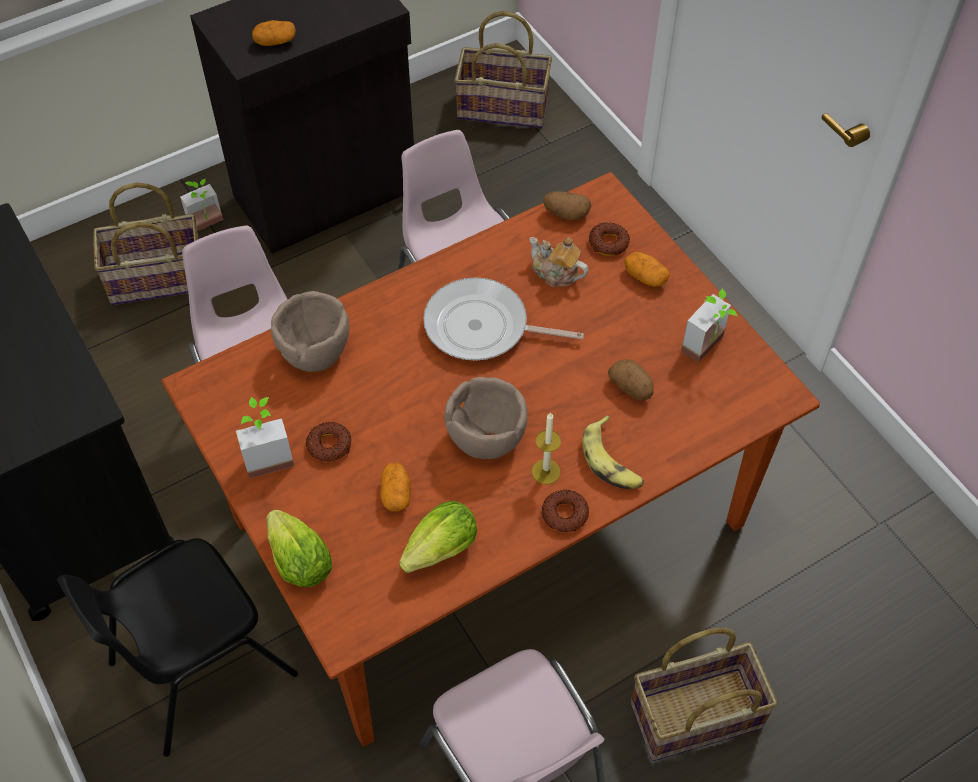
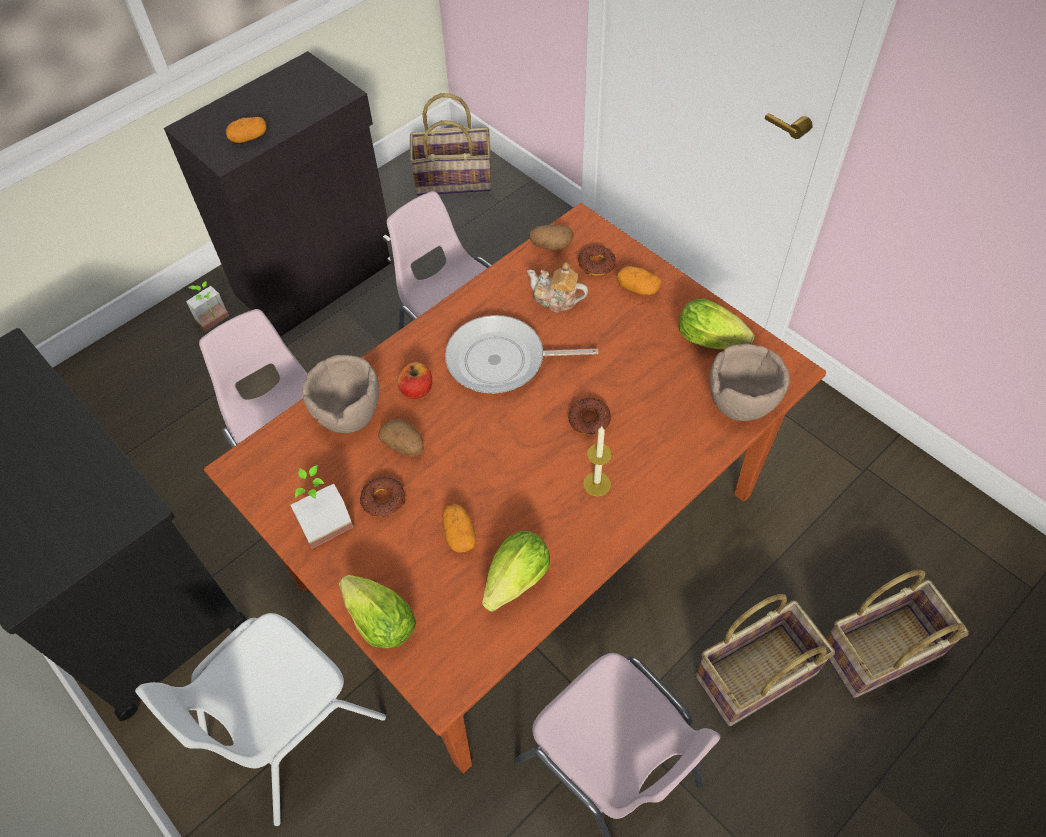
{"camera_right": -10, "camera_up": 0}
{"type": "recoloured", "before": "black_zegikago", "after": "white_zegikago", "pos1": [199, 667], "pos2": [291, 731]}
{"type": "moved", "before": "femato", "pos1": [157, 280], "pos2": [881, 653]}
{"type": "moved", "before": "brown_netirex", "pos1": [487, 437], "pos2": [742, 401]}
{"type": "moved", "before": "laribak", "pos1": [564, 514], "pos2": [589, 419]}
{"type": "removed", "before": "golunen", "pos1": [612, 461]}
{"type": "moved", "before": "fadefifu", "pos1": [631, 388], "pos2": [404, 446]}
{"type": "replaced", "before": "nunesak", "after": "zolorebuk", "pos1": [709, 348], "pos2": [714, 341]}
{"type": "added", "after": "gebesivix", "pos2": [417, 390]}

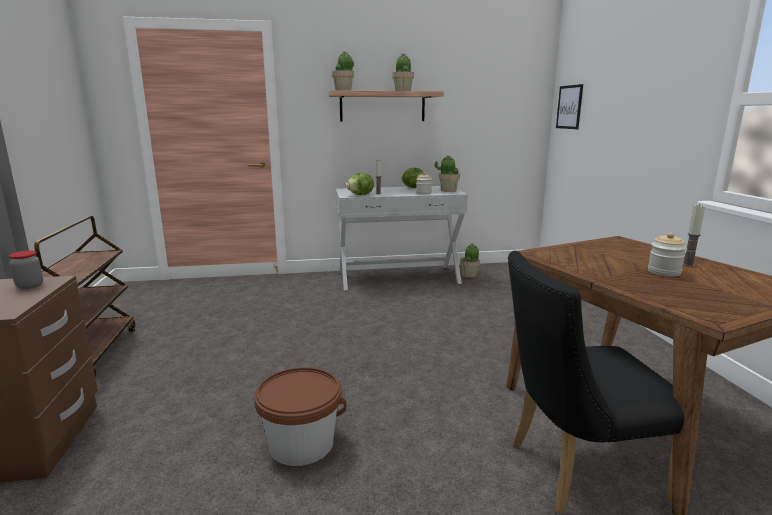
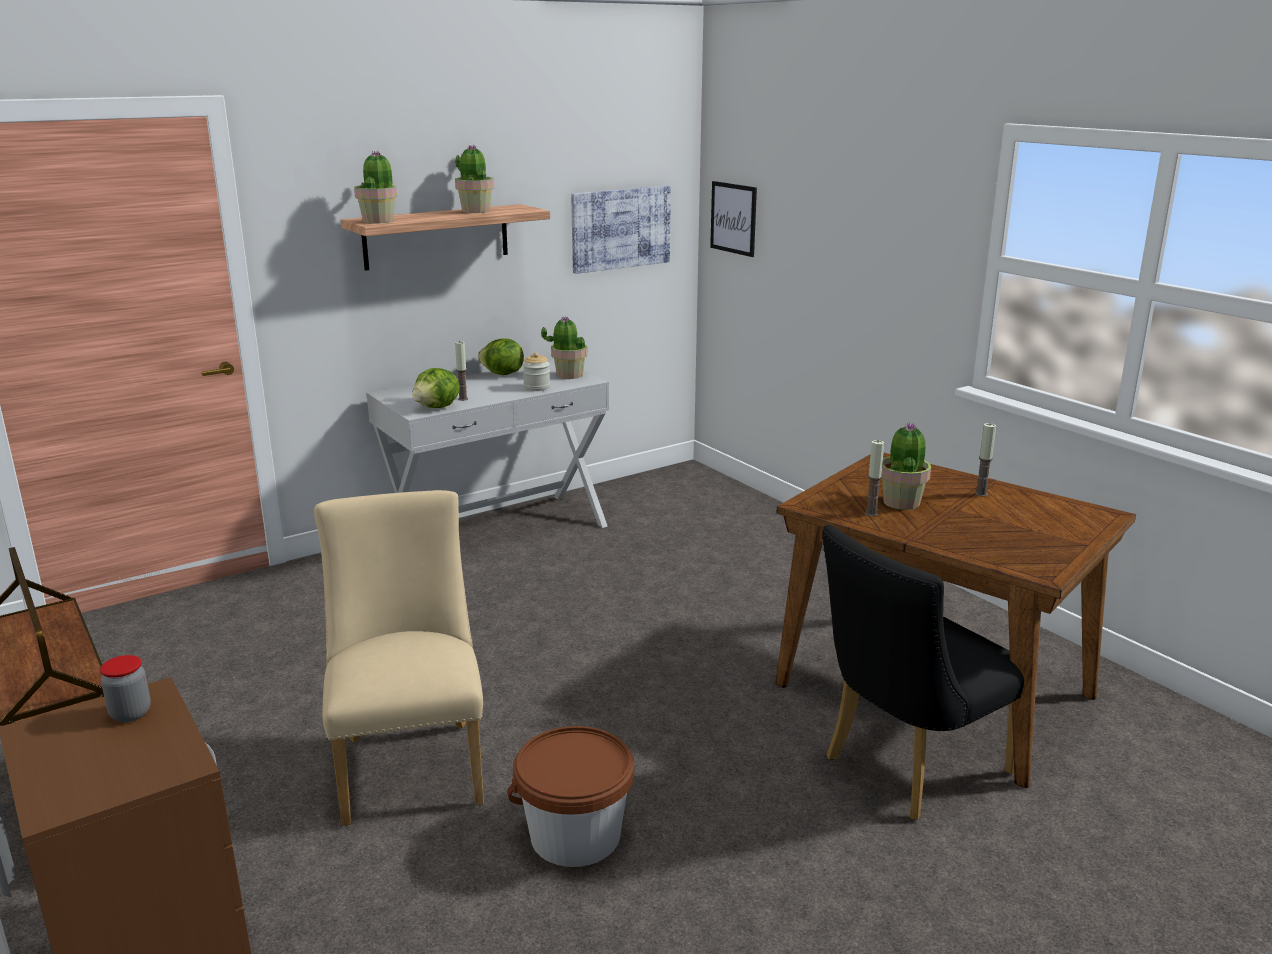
{"camera_right": -25, "camera_up": 5}
{"type": "moved", "before": "nunesak", "pos1": [469, 275], "pos2": [901, 502]}
{"type": "removed", "before": "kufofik", "pos1": [664, 272]}
{"type": "added", "after": "beige_zegikago", "pos2": [411, 763]}
{"type": "added", "after": "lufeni", "pos2": [620, 228]}
{"type": "added", "after": "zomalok", "pos2": [871, 513]}

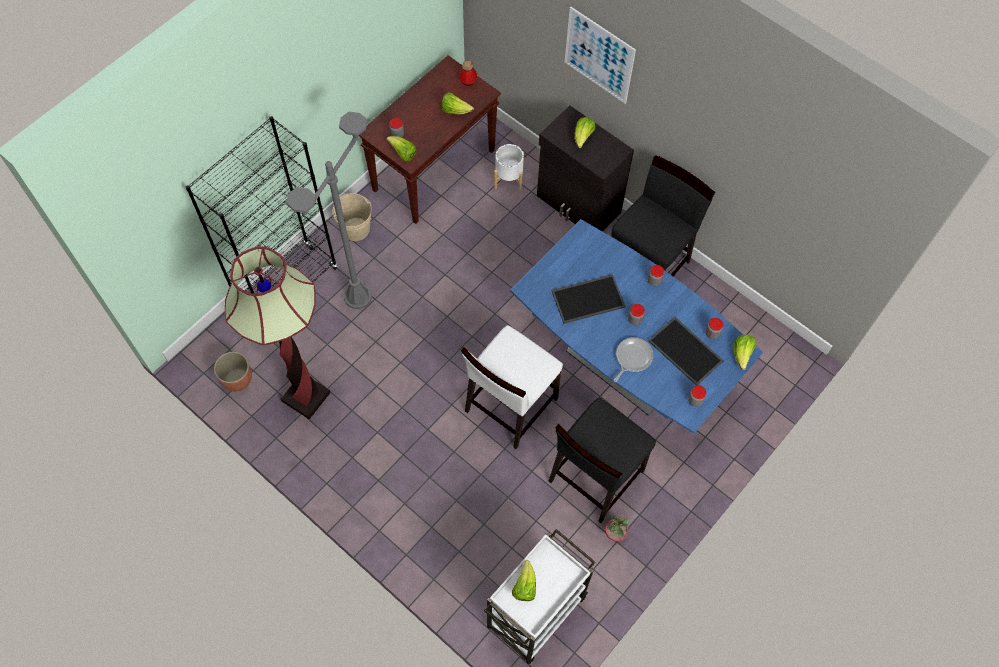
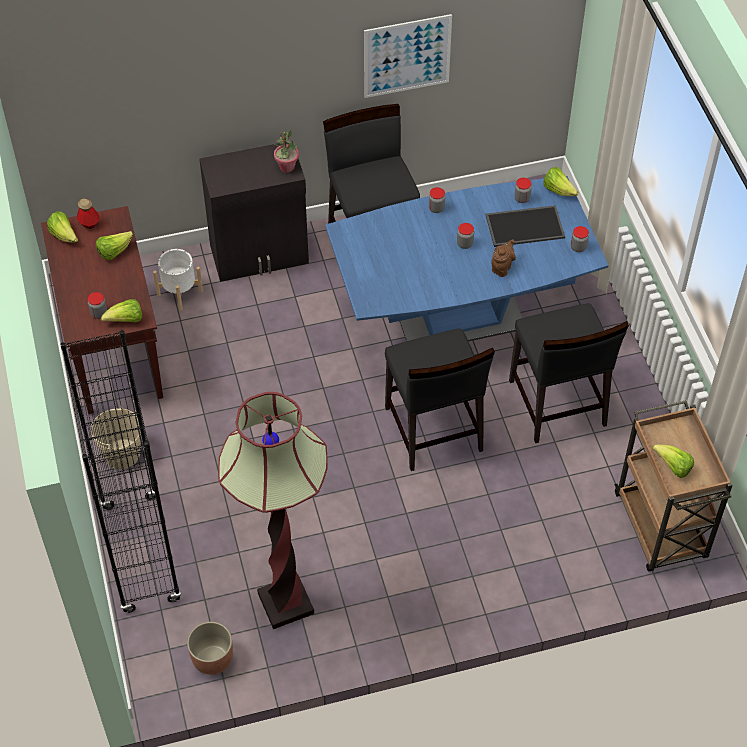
{"camera_right": -55, "camera_up": -10}
{"type": "removed", "before": "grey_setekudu", "pos1": [357, 297]}
{"type": "recoloured", "before": "white_zegikago", "after": "black_zegikago", "pos1": [510, 405], "pos2": [433, 430]}
{"type": "recoloured", "before": "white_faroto", "after": "brown_faroto", "pos1": [535, 614], "pos2": [661, 528]}
{"type": "removed", "before": "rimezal", "pos1": [588, 298]}
{"type": "moved", "before": "lufeni", "pos1": [599, 55], "pos2": [407, 56]}
{"type": "moved", "before": "zolorebuk", "pos1": [583, 137], "pos2": [64, 235]}
{"type": "moved", "before": "nunesak", "pos1": [614, 534], "pos2": [286, 167]}
{"type": "replaced", "before": "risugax", "after": "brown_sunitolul", "pos1": [632, 358], "pos2": [502, 267]}

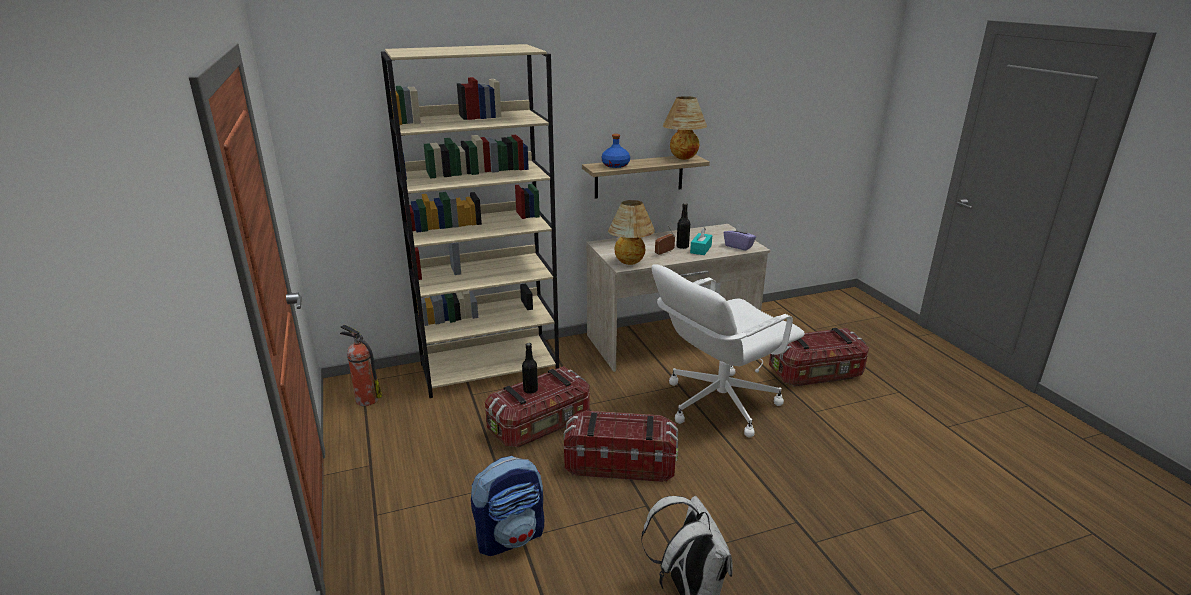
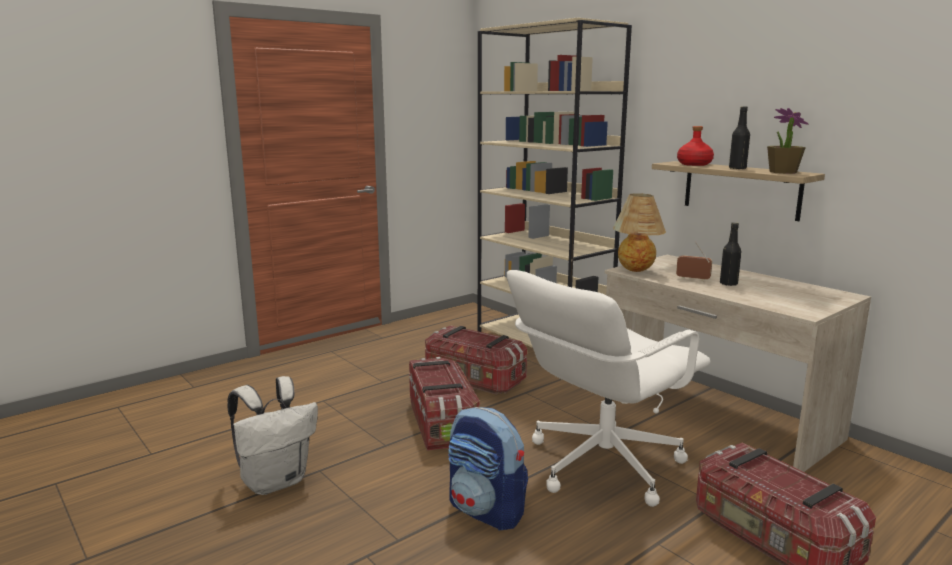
{"camera_right": 70, "camera_up": -10}
{"type": "removed", "before": "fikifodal", "pos1": [366, 399]}
{"type": "moved", "before": "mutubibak", "pos1": [511, 537], "pos2": [487, 511]}
{"type": "moved", "before": "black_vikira", "pos1": [530, 390], "pos2": [737, 168]}
{"type": "recoloured", "before": "blue_vikira", "after": "red_vikira", "pos1": [615, 165], "pos2": [694, 164]}
{"type": "turned", "before": "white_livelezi", "pos1": [718, 403], "pos2": [601, 464], "turn": -75}
{"type": "replaced", "before": "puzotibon", "after": "nunesak", "pos1": [682, 159], "pos2": [782, 172]}
{"type": "removed", "before": "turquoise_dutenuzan", "pos1": [700, 249]}
{"type": "removed", "before": "purple_dutenuzan", "pos1": [738, 246]}

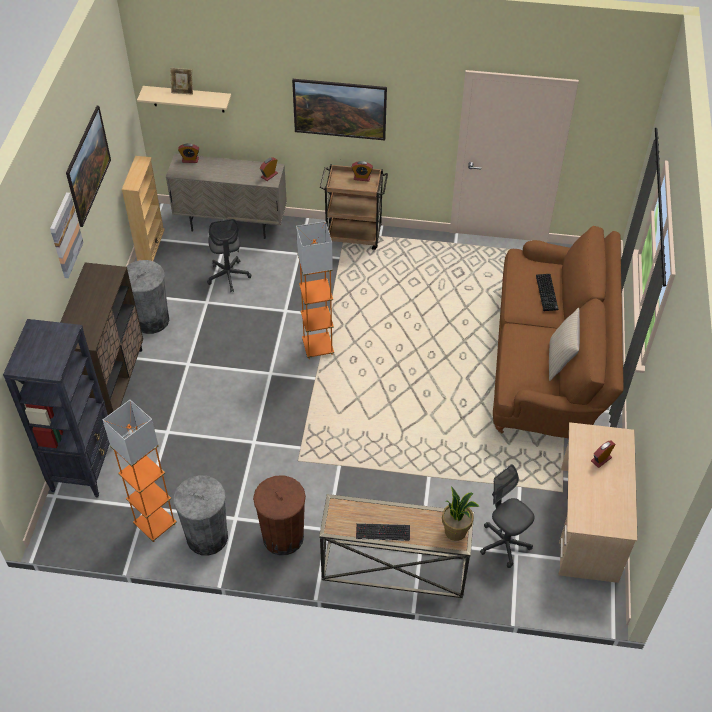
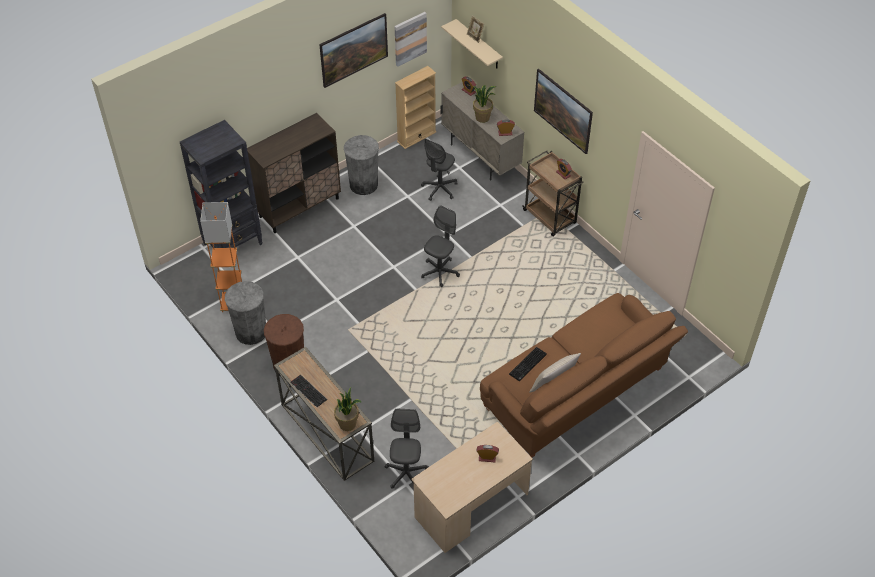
{"camera_right": 45, "camera_up": 0}
{"type": "moved", "before": "lufeni", "pos1": [65, 235], "pos2": [410, 38]}
{"type": "replaced", "before": "orange_setekudu", "after": "grey_livelezi", "pos1": [318, 347], "pos2": [440, 272]}
{"type": "moved", "before": "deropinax", "pos1": [547, 293], "pos2": [528, 365]}
{"type": "added", "after": "nunesak", "pos2": [482, 117]}

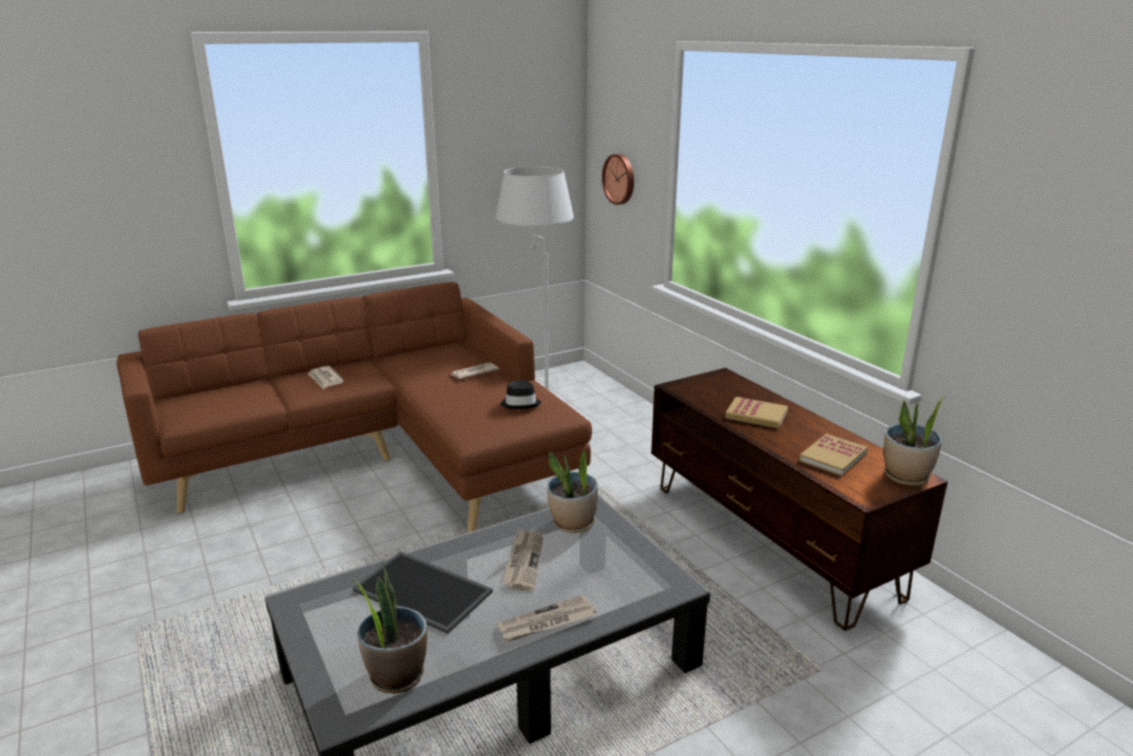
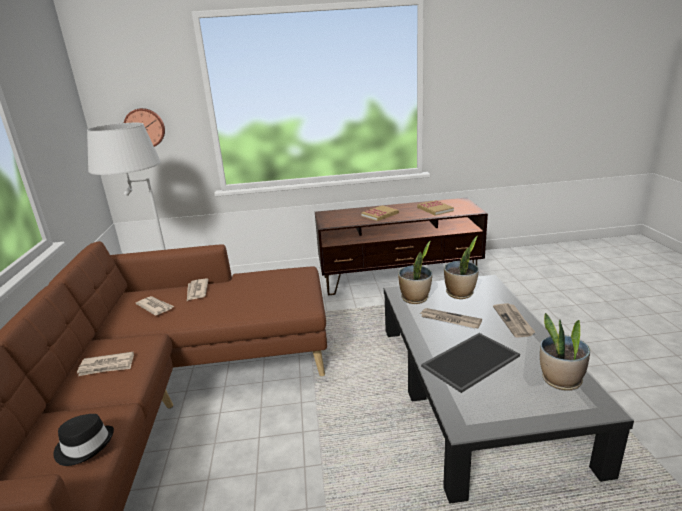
{"camera_right": -65, "camera_up": 0}
{"type": "moved", "before": "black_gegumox", "pos1": [520, 403], "pos2": [85, 445]}
{"type": "moved", "before": "nunesak", "pos1": [906, 477], "pos2": [460, 294]}
{"type": "added", "after": "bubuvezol", "pos2": [155, 307]}

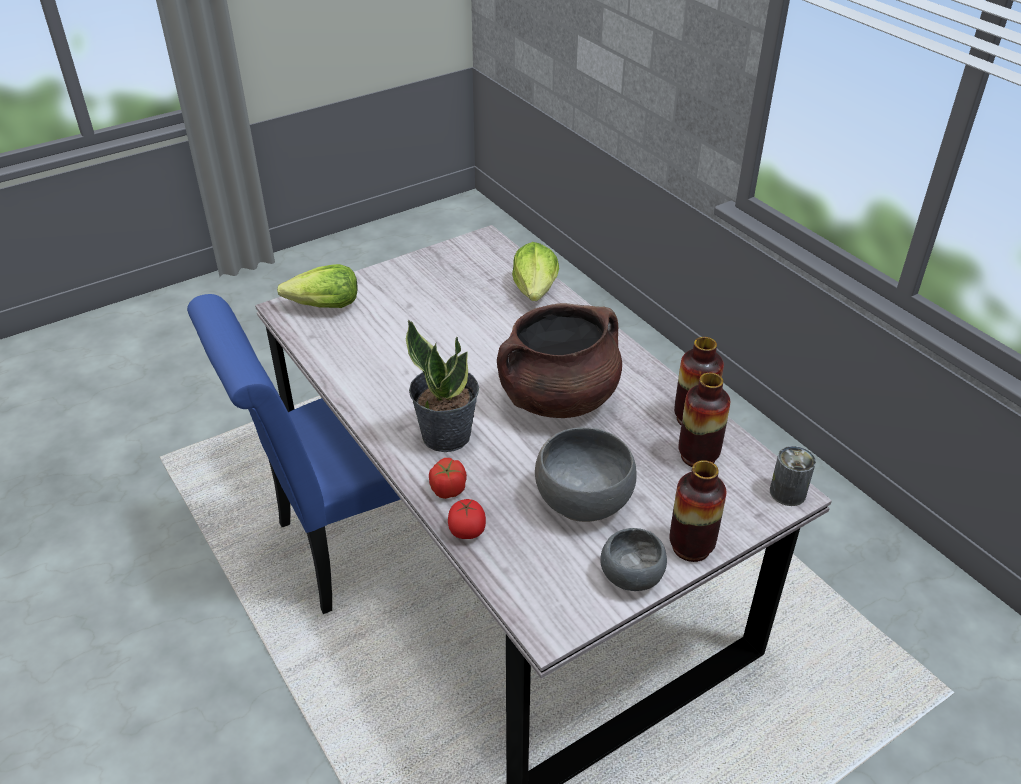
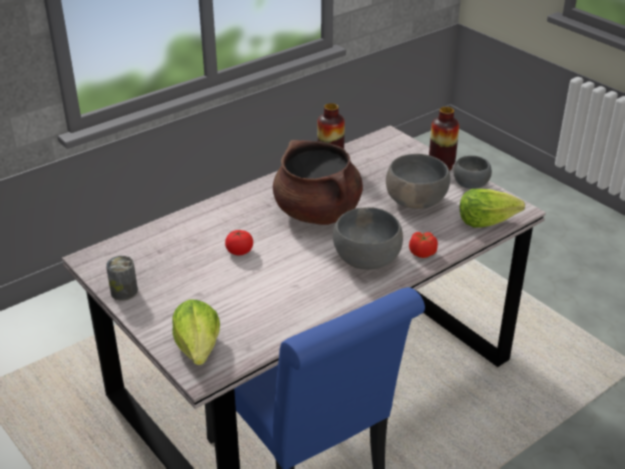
{"camera_right": -95, "camera_up": -5}
{"type": "replaced", "before": "nunesak", "after": "grey_netirex", "pos1": [446, 434], "pos2": [367, 258]}
{"type": "moved", "before": "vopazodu", "pos1": [467, 530], "pos2": [239, 251]}
{"type": "moved", "before": "zolorebuk", "pos1": [535, 290], "pos2": [486, 220]}
{"type": "removed", "before": "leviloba", "pos1": [698, 456]}
{"type": "moved", "before": "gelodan", "pos1": [787, 492], "pos2": [124, 292]}

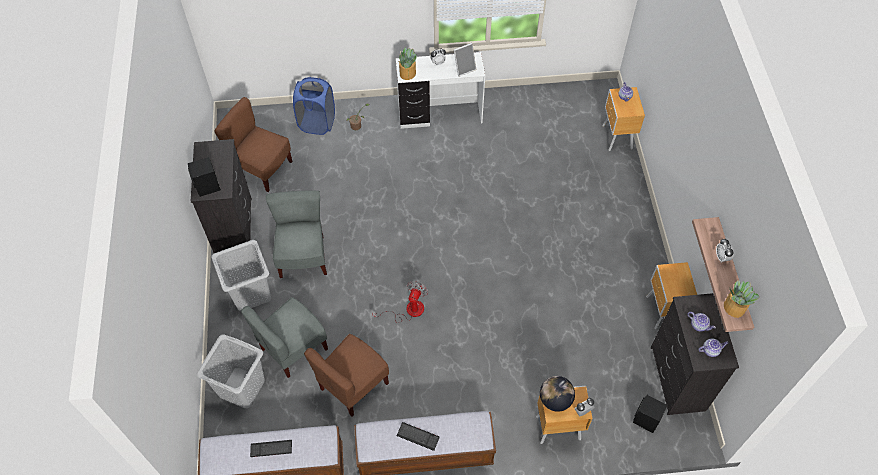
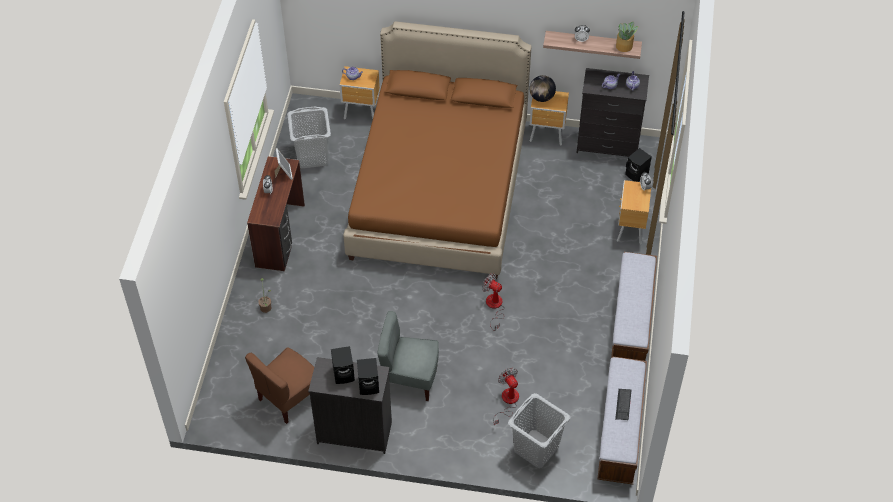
{"camera_right": -75, "camera_up": -5}
{"type": "moved", "before": "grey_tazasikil", "pos1": [250, 293], "pos2": [312, 156]}
{"type": "replaced", "before": "grey_zegikago", "after": "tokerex", "pos1": [293, 348], "pos2": [507, 401]}
{"type": "removed", "before": "blue_tazasikil", "pos1": [317, 123]}
{"type": "removed", "before": "brown_zegikago", "pos1": [353, 385]}
{"type": "recoloured", "before": "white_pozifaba", "after": "brown_pozifaba", "pos1": [440, 115], "pos2": [281, 236]}
{"type": "removed", "before": "nunesak", "pos1": [407, 74]}
{"type": "removed", "before": "deropinax", "pos1": [418, 436]}
{"type": "moved", "before": "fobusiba", "pos1": [555, 400], "pos2": [541, 97]}
{"type": "added", "after": "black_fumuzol", "pos2": [344, 373]}
{"type": "added", "after": "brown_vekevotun", "pos2": [439, 189]}

